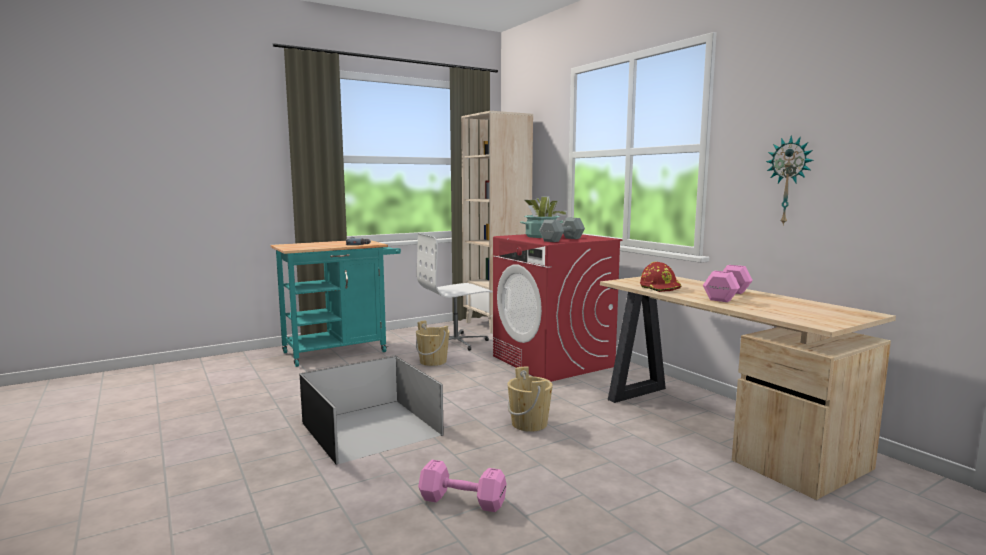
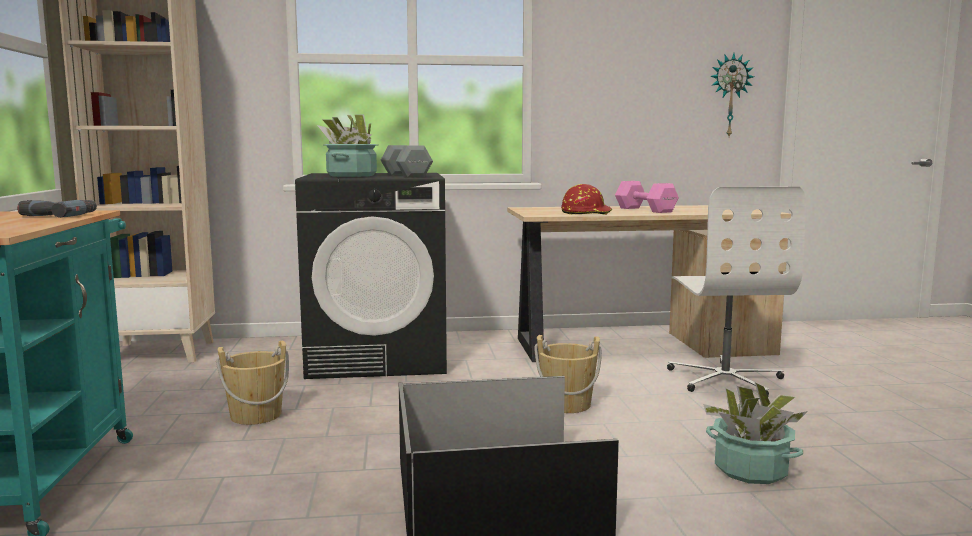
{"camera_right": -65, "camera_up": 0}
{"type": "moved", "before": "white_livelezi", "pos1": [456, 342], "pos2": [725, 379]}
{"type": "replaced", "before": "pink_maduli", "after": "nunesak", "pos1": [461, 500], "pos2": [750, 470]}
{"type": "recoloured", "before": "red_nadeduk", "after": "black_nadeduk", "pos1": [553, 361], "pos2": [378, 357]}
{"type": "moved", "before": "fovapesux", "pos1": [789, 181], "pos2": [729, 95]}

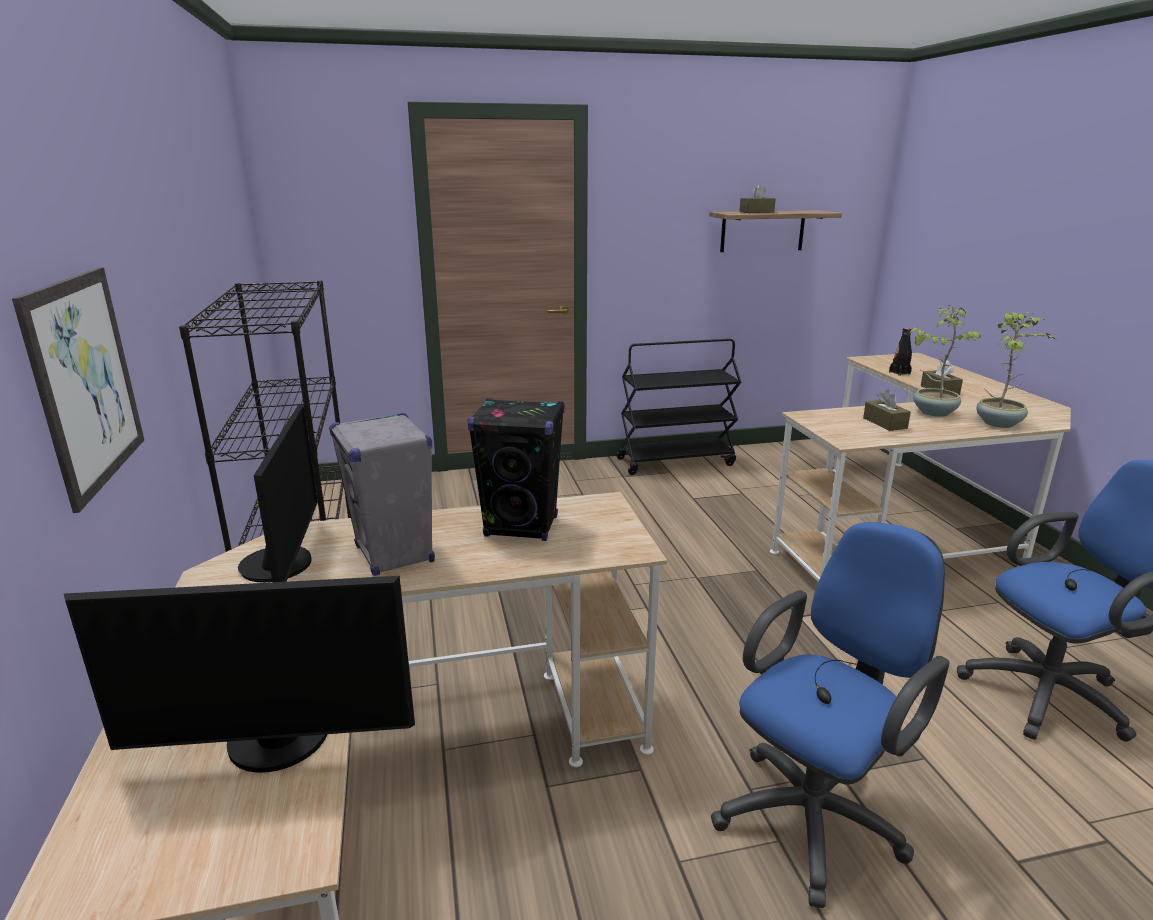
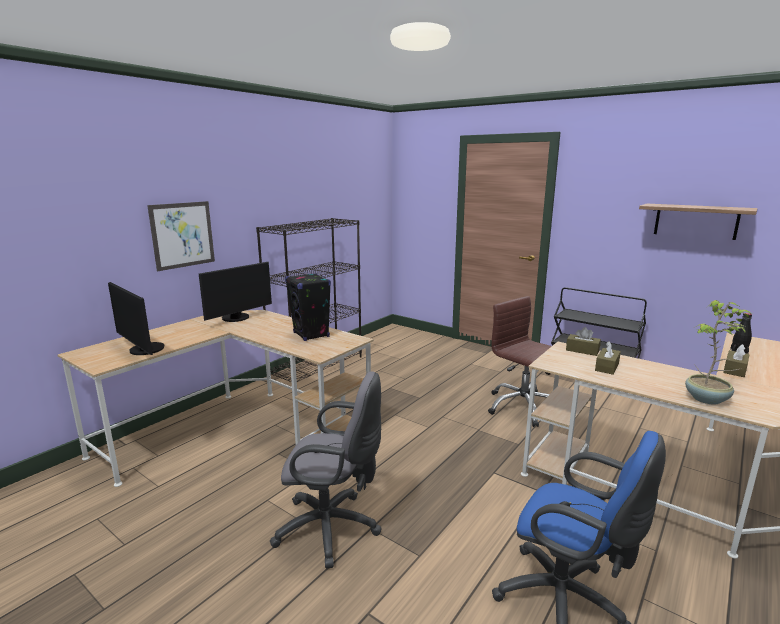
{"camera_right": 50, "camera_up": -5}
{"type": "removed", "before": "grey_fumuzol", "pos1": [394, 555]}
{"type": "recoloured", "before": "blue_livelezi", "after": "grey_livelezi", "pos1": [816, 814], "pos2": [333, 528]}
{"type": "moved", "before": "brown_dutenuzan", "pos1": [756, 212], "pos2": [582, 350]}
{"type": "removed", "before": "nunesak", "pos1": [933, 412]}
{"type": "added", "after": "brown_livelezi", "pos2": [522, 407]}

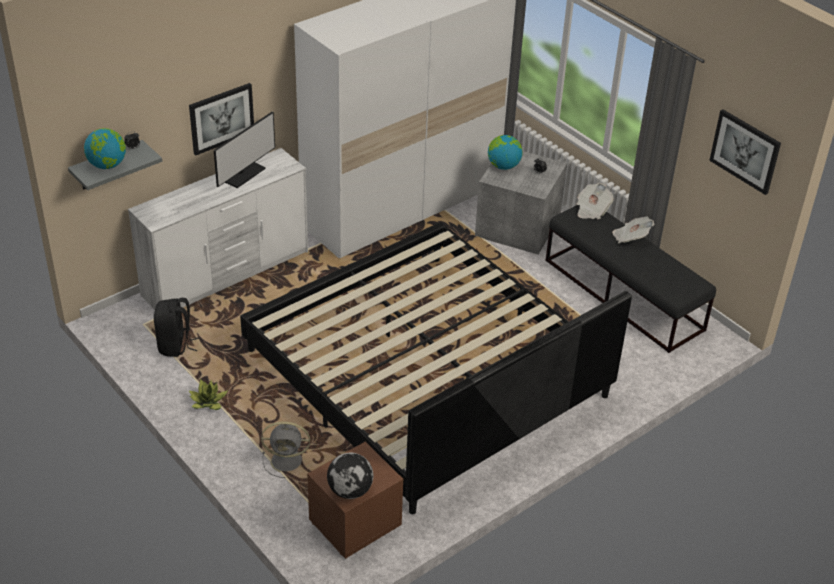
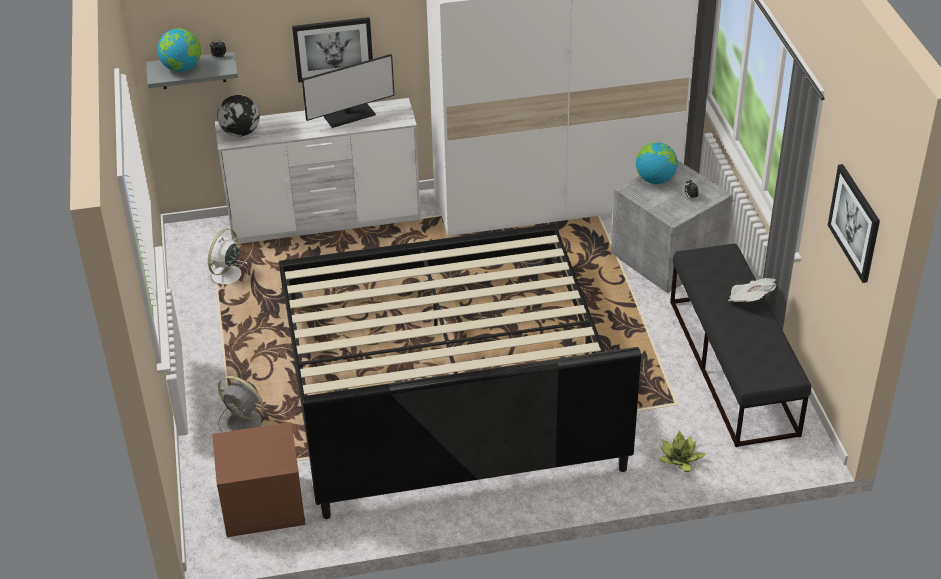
{"camera_right": 30, "camera_up": 0}
{"type": "replaced", "before": "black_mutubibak", "after": "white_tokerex", "pos1": [175, 345], "pos2": [225, 276]}
{"type": "moved", "before": "nunesak", "pos1": [208, 402], "pos2": [680, 460]}
{"type": "moved", "before": "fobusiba", "pos1": [350, 490], "pos2": [241, 133]}
{"type": "removed", "before": "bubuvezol", "pos1": [592, 210]}

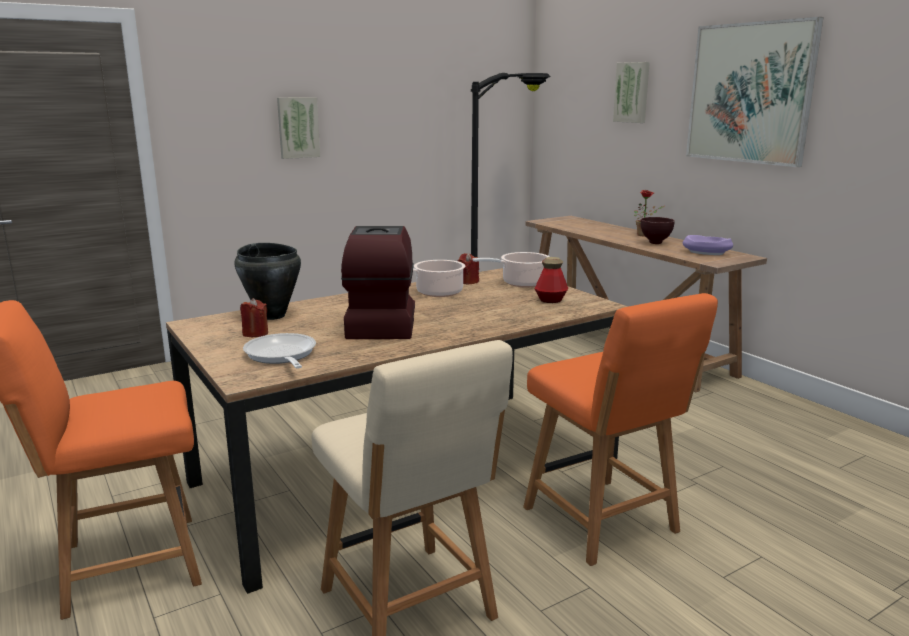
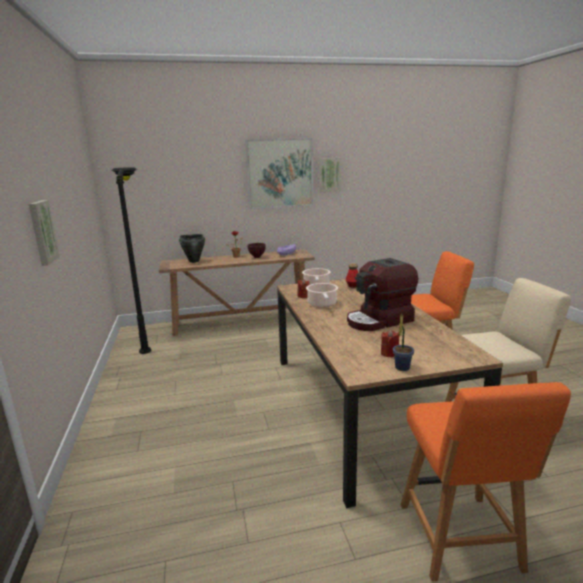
{"camera_right": -70, "camera_up": 0}
{"type": "moved", "before": "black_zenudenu", "pos1": [272, 315], "pos2": [194, 261]}
{"type": "removed", "before": "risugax", "pos1": [281, 356]}
{"type": "turned", "before": "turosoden", "pos1": [380, 323], "pos2": [379, 321], "turn": -45}
{"type": "moved", "before": "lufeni", "pos1": [632, 92], "pos2": [329, 175]}
{"type": "added", "after": "nunesak", "pos2": [402, 367]}

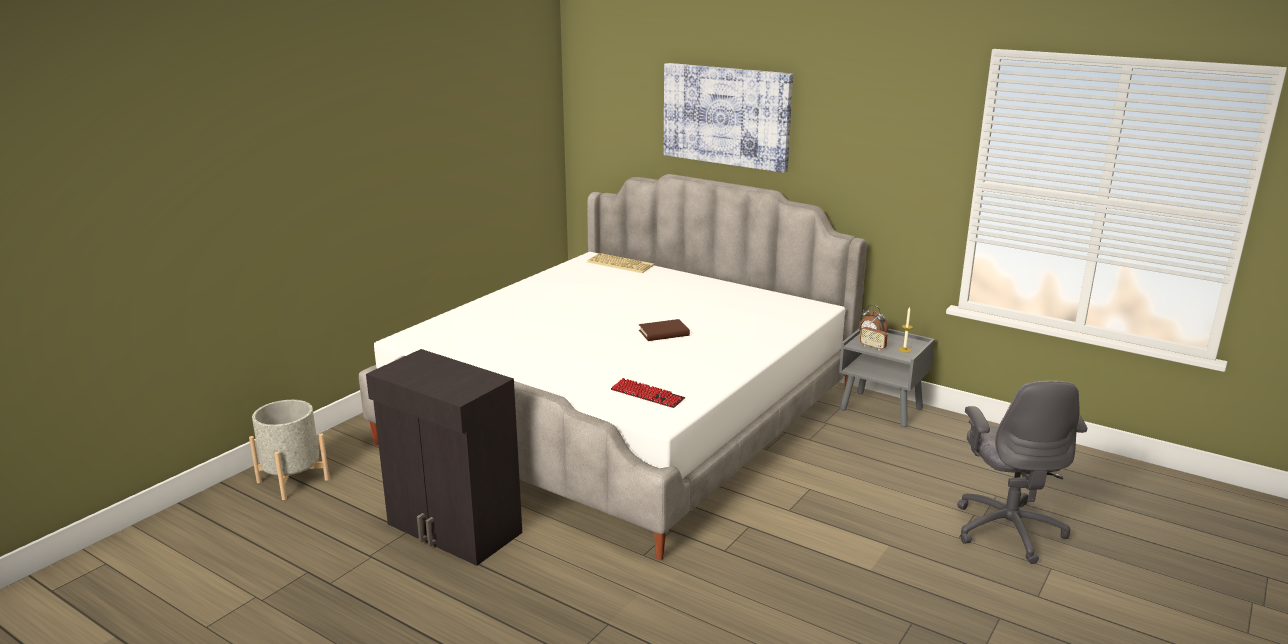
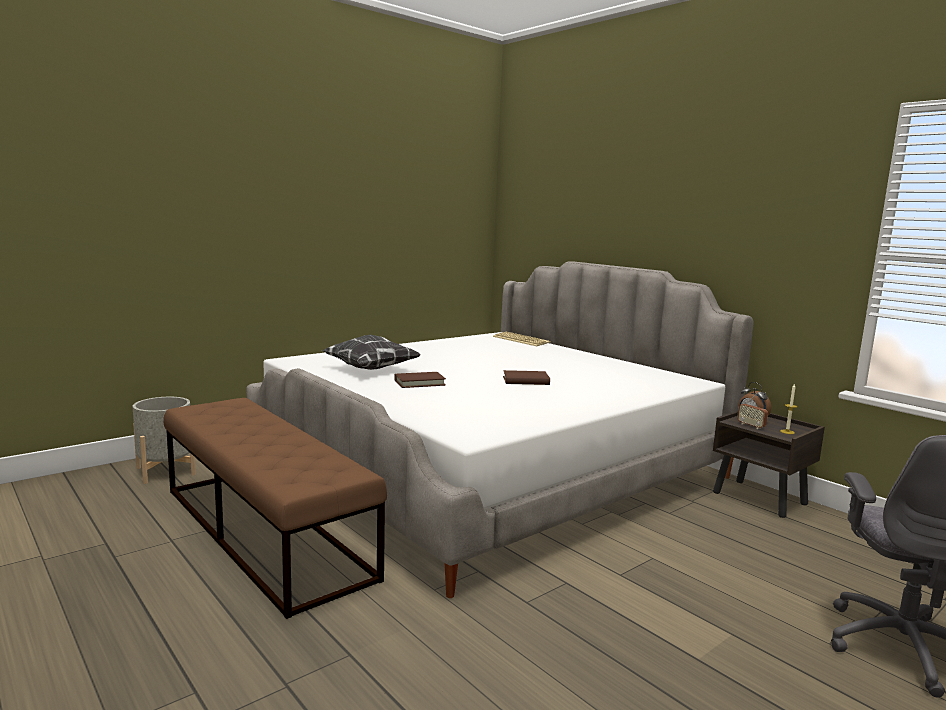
{"camera_right": 15, "camera_up": -10}
{"type": "replaced", "before": "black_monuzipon", "after": "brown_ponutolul", "pos1": [453, 530], "pos2": [264, 532]}
{"type": "removed", "before": "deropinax", "pos1": [647, 395]}
{"type": "removed", "before": "lufeni", "pos1": [727, 115]}
{"type": "recoloured", "before": "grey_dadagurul", "after": "brown_dadagurul", "pos1": [882, 409], "pos2": [760, 499]}
{"type": "added", "after": "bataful", "pos2": [371, 369]}
{"type": "added", "after": "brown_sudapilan", "pos2": [419, 382]}

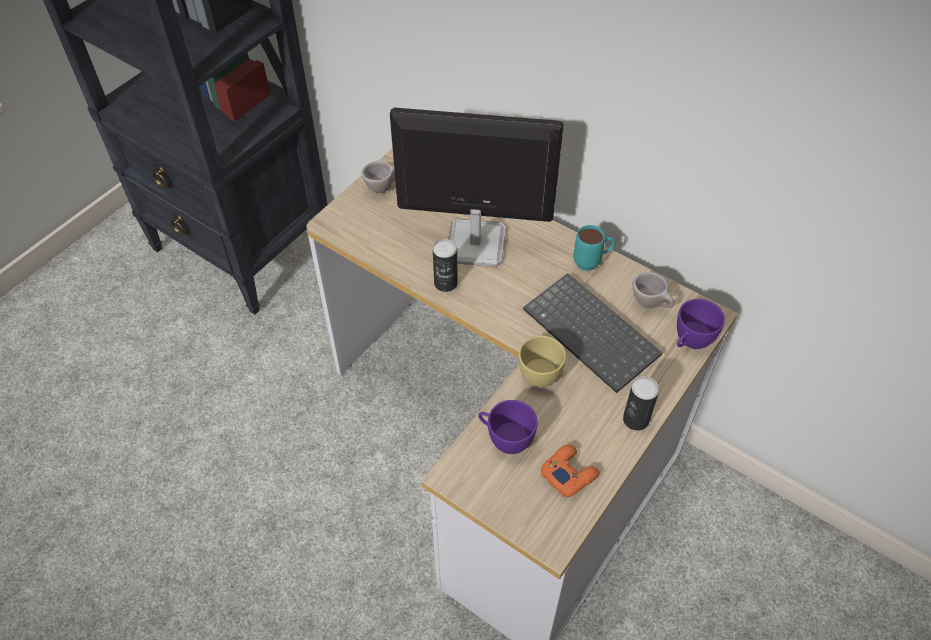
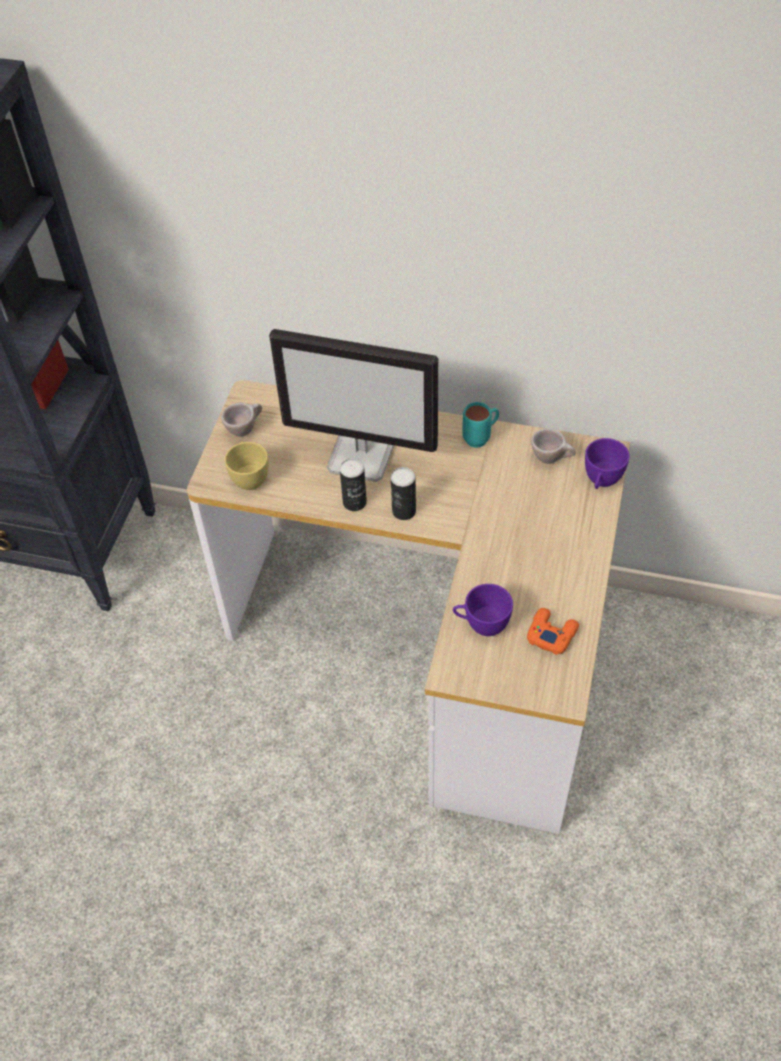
{"camera_right": -20, "camera_up": 0}
{"type": "turned", "before": "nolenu", "pos1": [474, 244], "pos2": [362, 456], "turn": -150}
{"type": "moved", "before": "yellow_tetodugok", "pos1": [540, 371], "pos2": [249, 477]}
{"type": "removed", "before": "deropinax", "pos1": [593, 333]}
{"type": "moved", "before": "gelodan", "pos1": [635, 419], "pos2": [404, 511]}

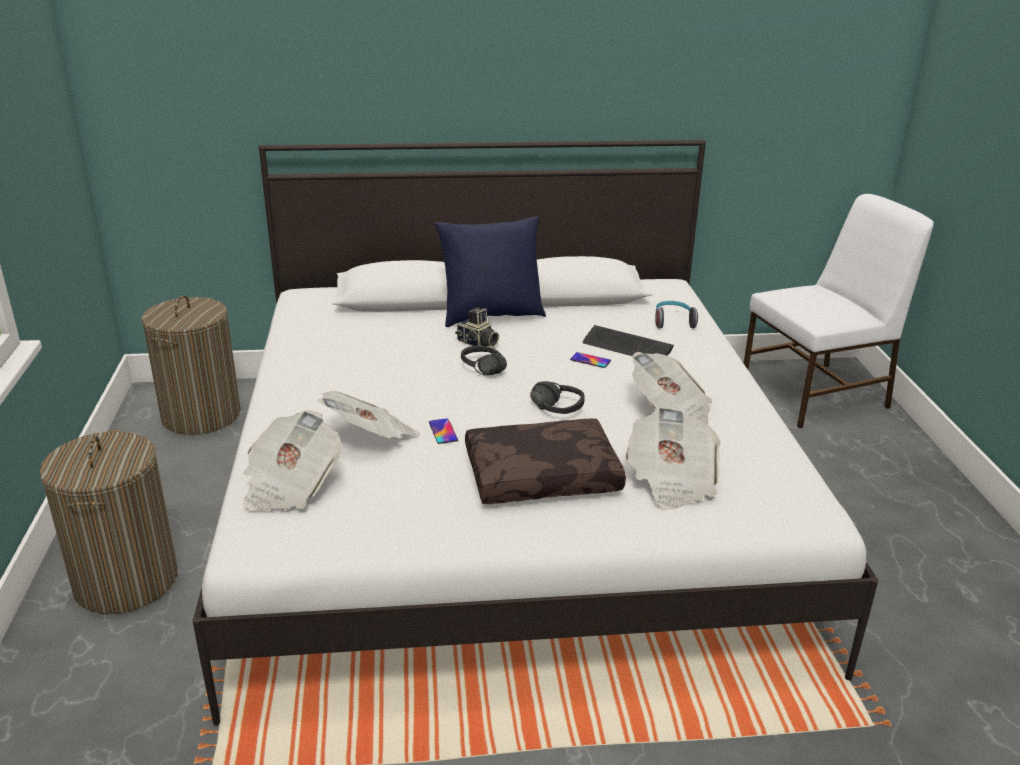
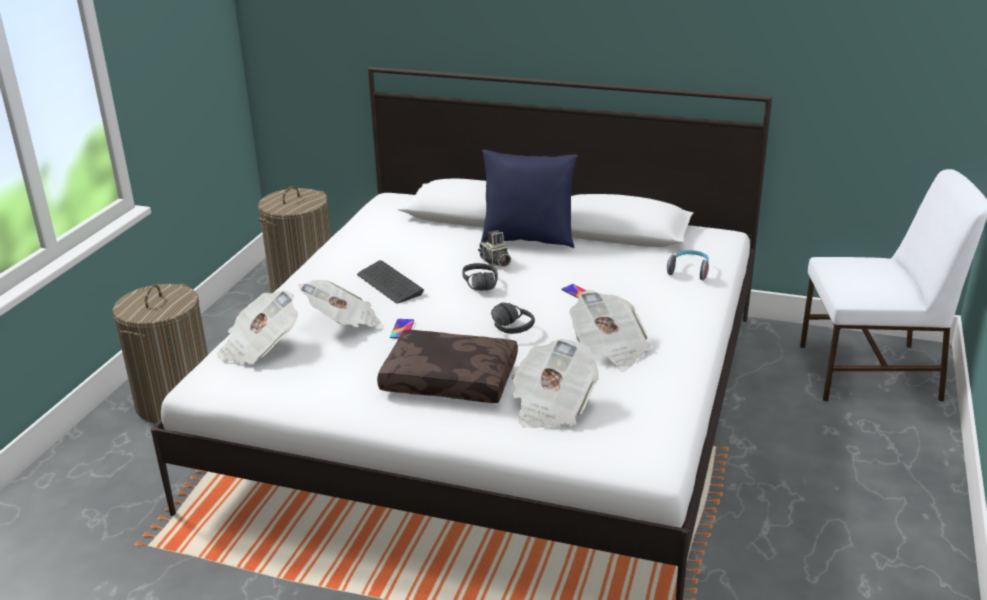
{"camera_right": 25, "camera_up": 0}
{"type": "moved", "before": "deropinax", "pos1": [627, 346], "pos2": [389, 284]}

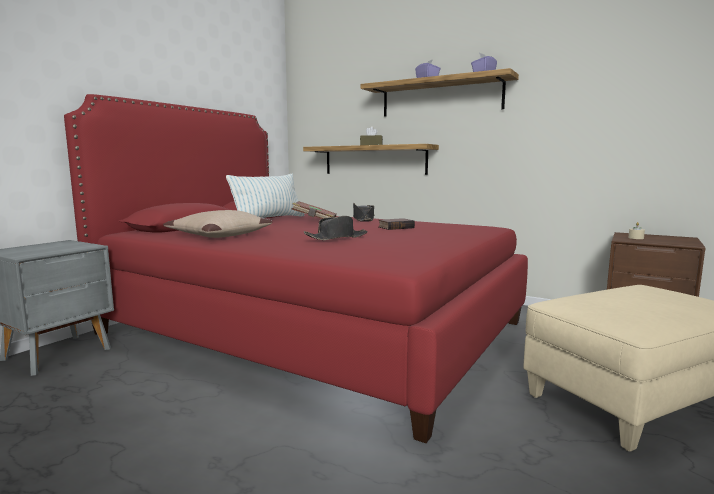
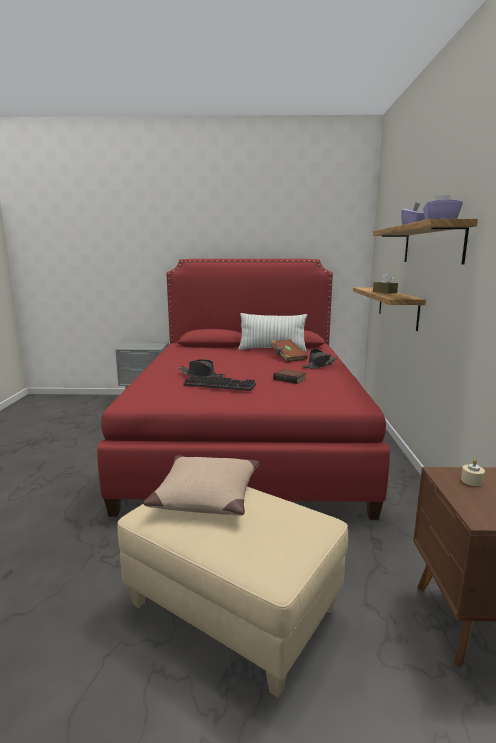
{"camera_right": 60, "camera_up": 5}
{"type": "moved", "before": "beige_bataful", "pos1": [218, 235], "pos2": [205, 495]}
{"type": "added", "after": "deropinax", "pos2": [221, 385]}

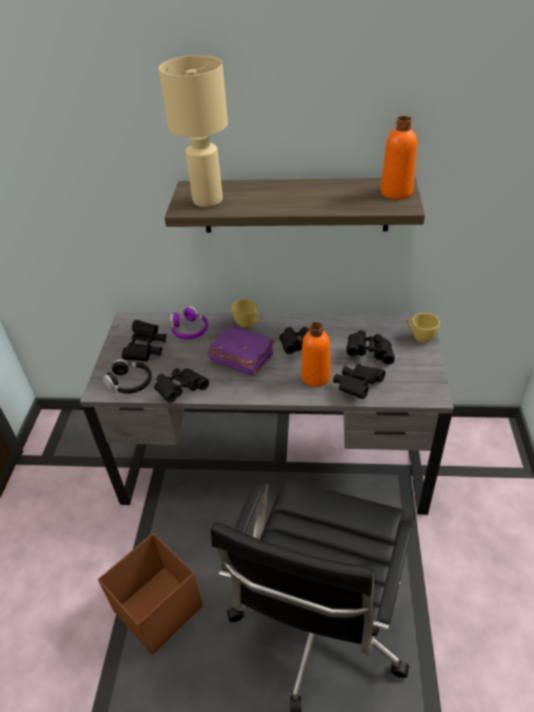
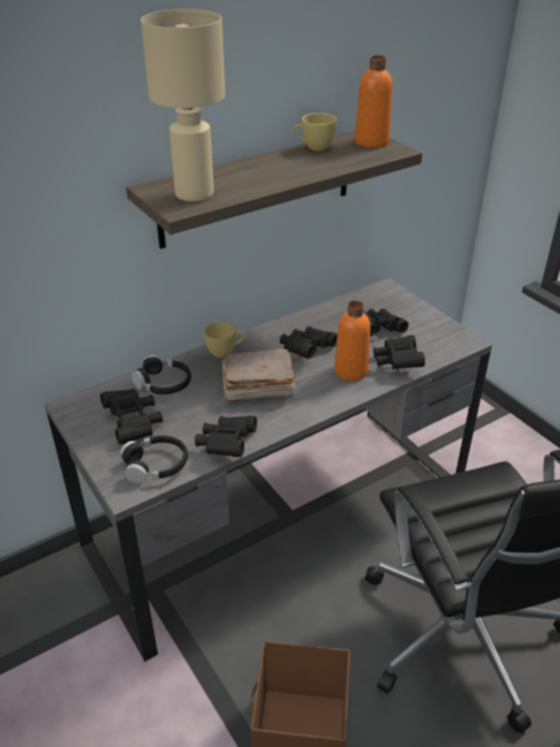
{"camera_right": -40, "camera_up": -5}
{"type": "recoloured", "before": "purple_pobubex", "after": "black_pobubex", "pos1": [189, 329], "pos2": [163, 383]}
{"type": "recoloured", "before": "purple_sudapilan", "after": "brown_sudapilan", "pos1": [241, 358], "pos2": [256, 386]}
{"type": "moved", "before": "yellow_tetodugok", "pos1": [419, 337], "pos2": [314, 147]}

